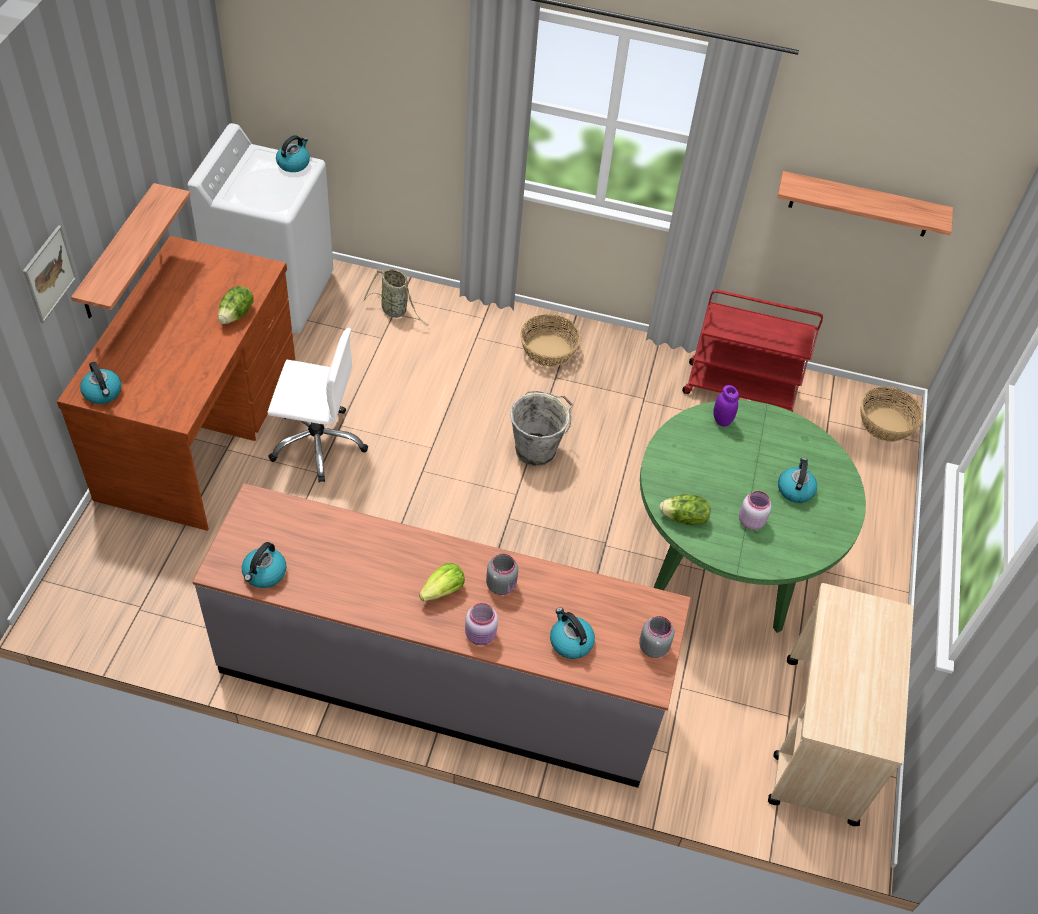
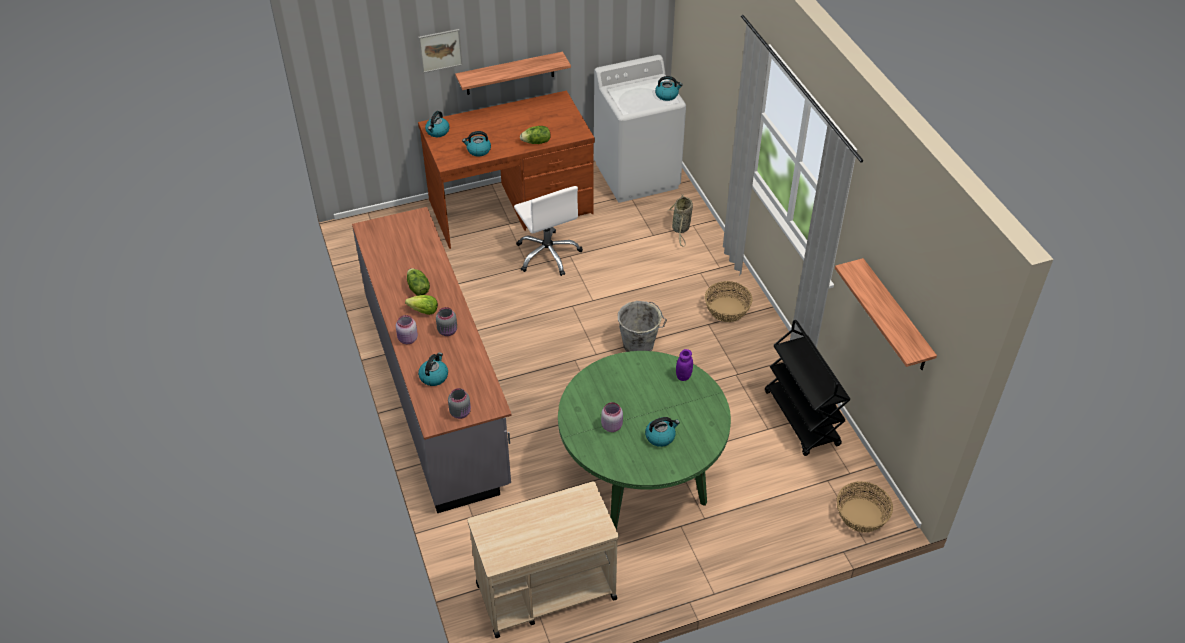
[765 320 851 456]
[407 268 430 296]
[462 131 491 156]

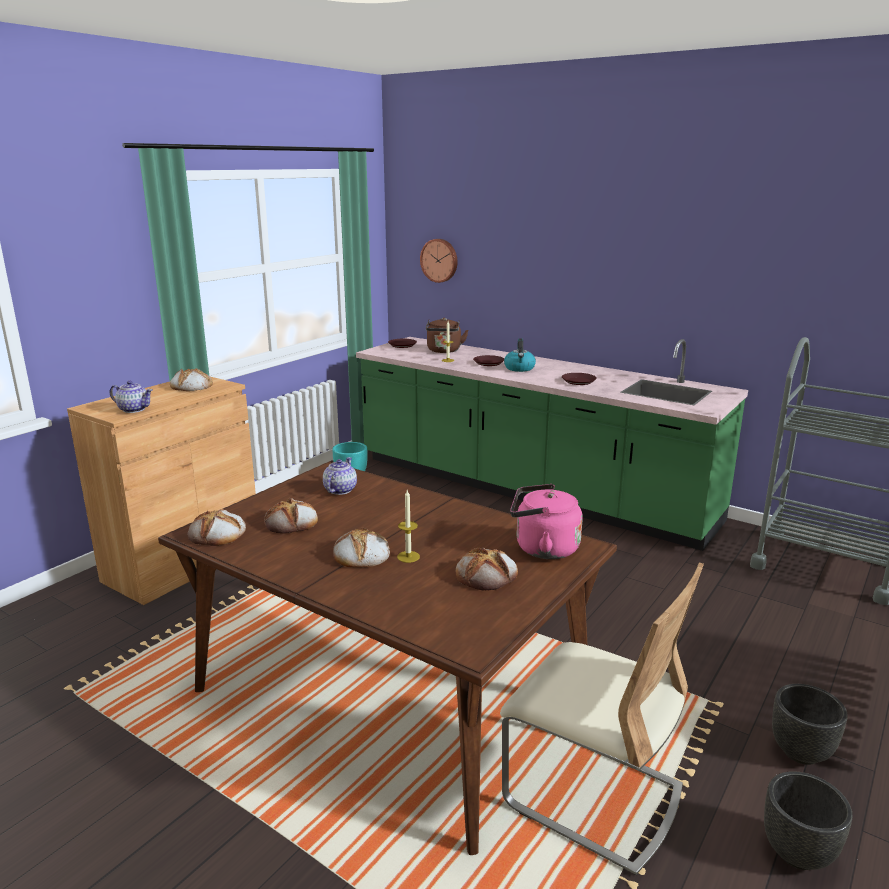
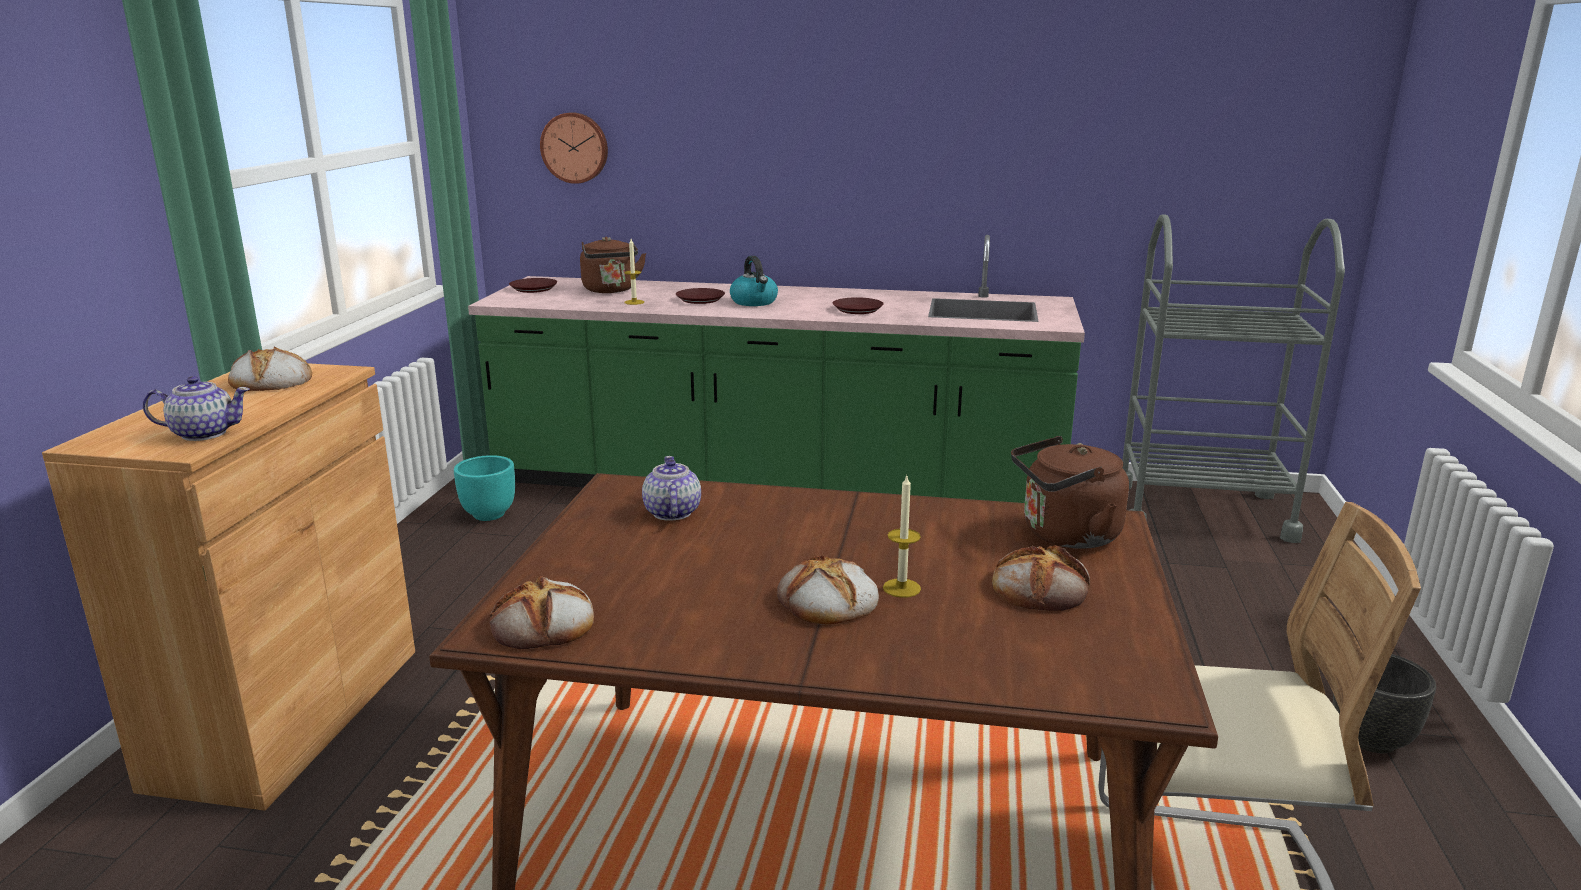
[1011 436 1129 549]
[264 498 318 534] (first image)
[764 771 853 870] (first image)

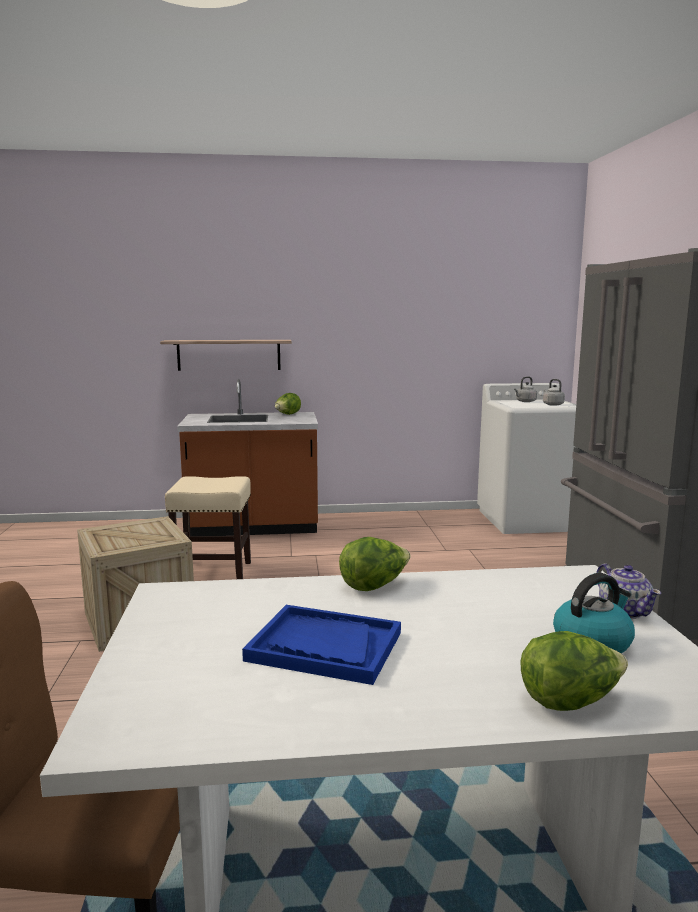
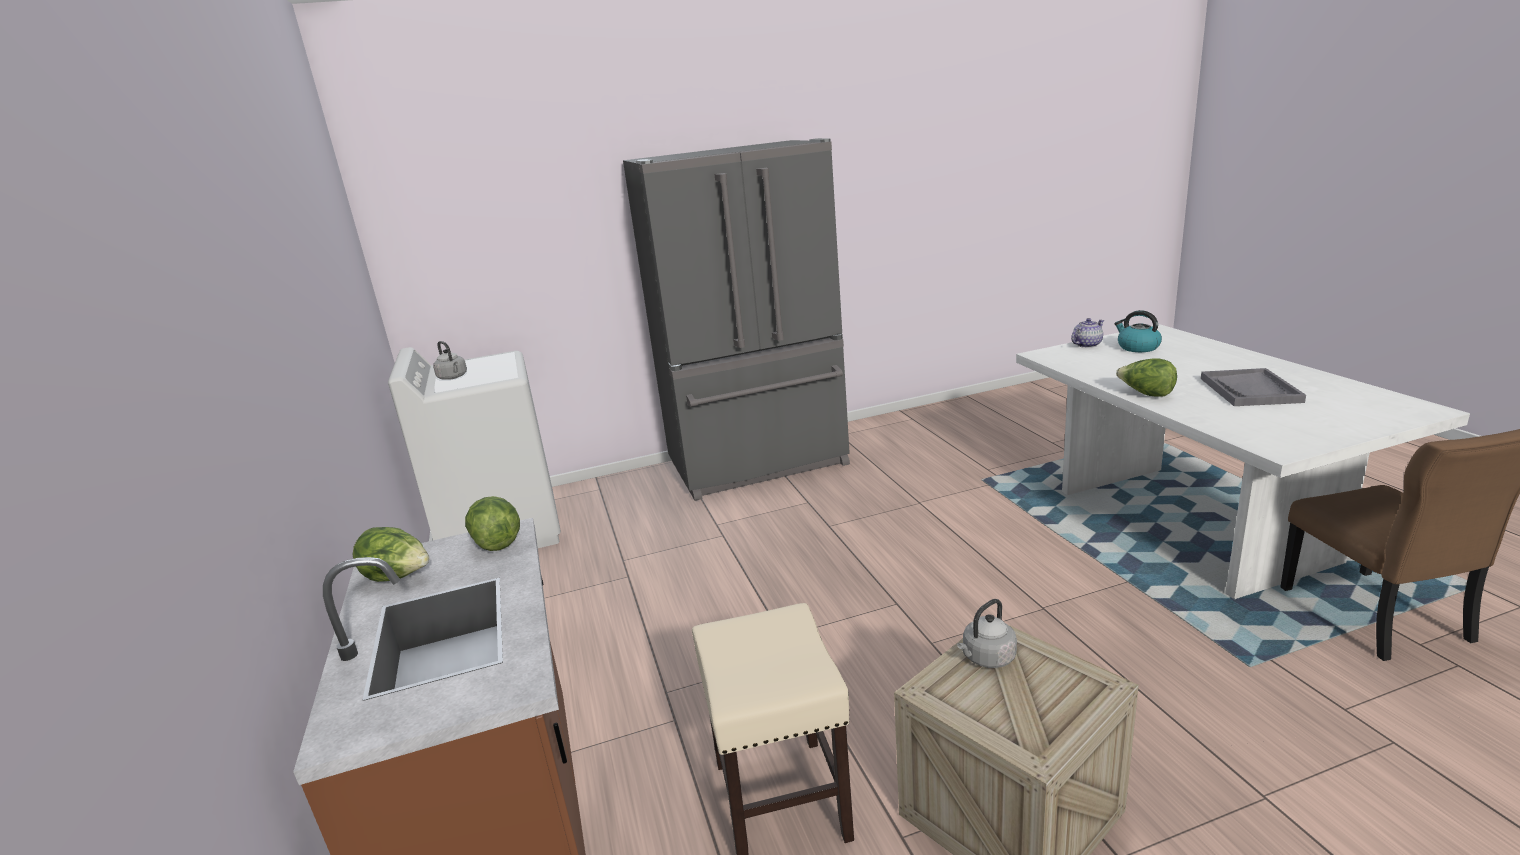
[160 340 292 371] (first image)
[957 599 1017 668]
[1201 368 1306 406]
[465 496 520 551]

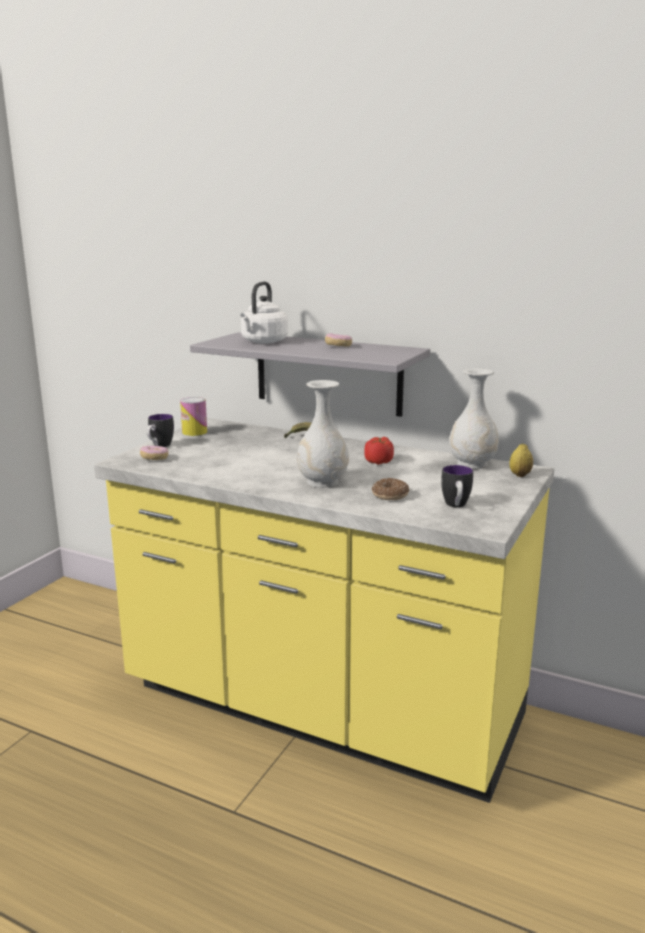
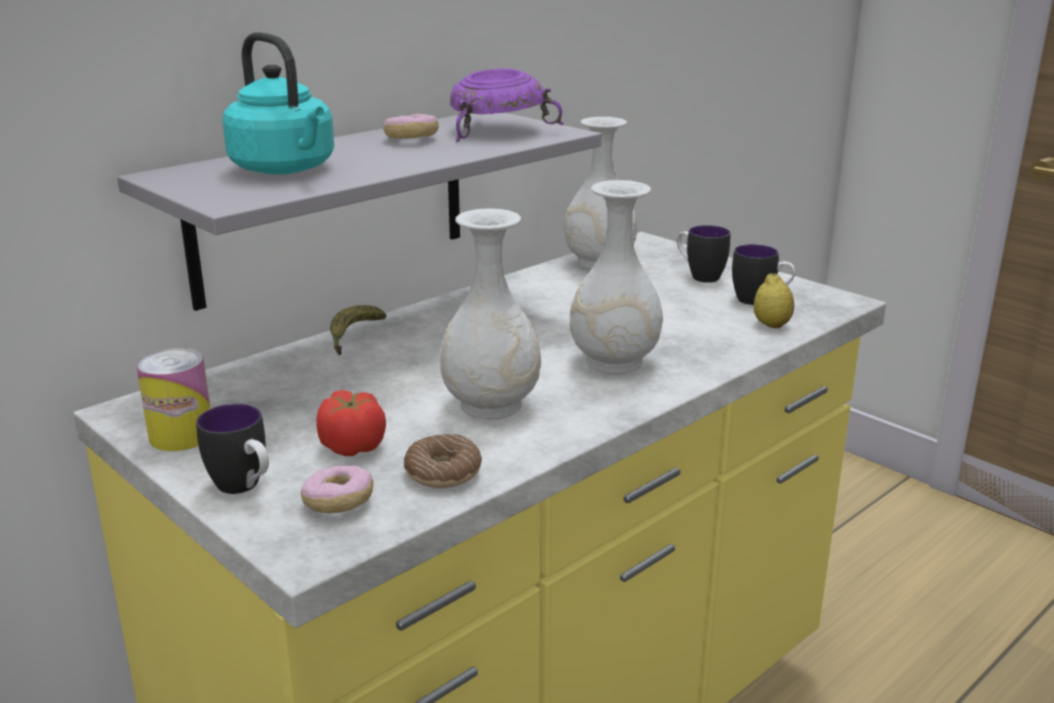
[223 32 334 175]
[316 390 386 456]
[754 273 794 328]
[404 434 482 488]
[450 68 564 142]
[440 208 541 419]
[677 225 730 283]

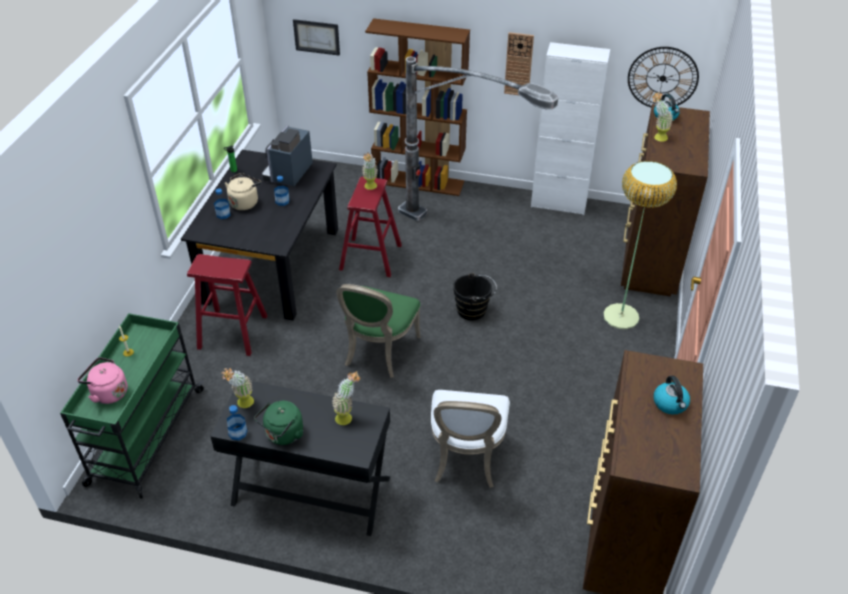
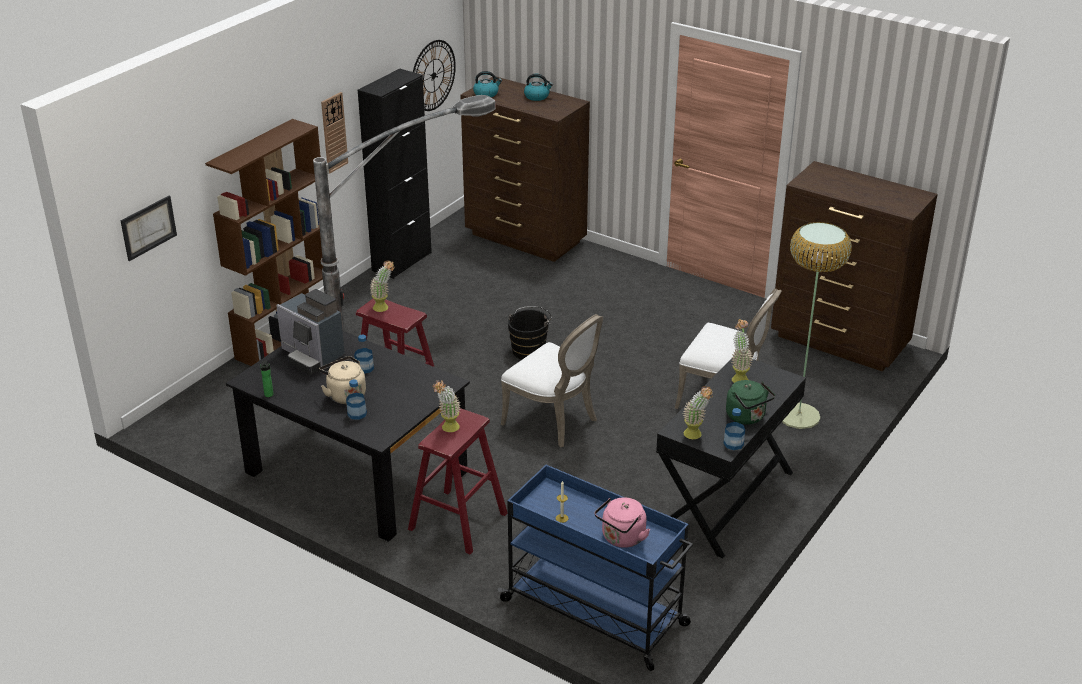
[358 68 432 279]
[432 380 461 432]
[782 222 852 429]
[501 314 603 447]
[498 465 693 671]
[524 74 553 101]

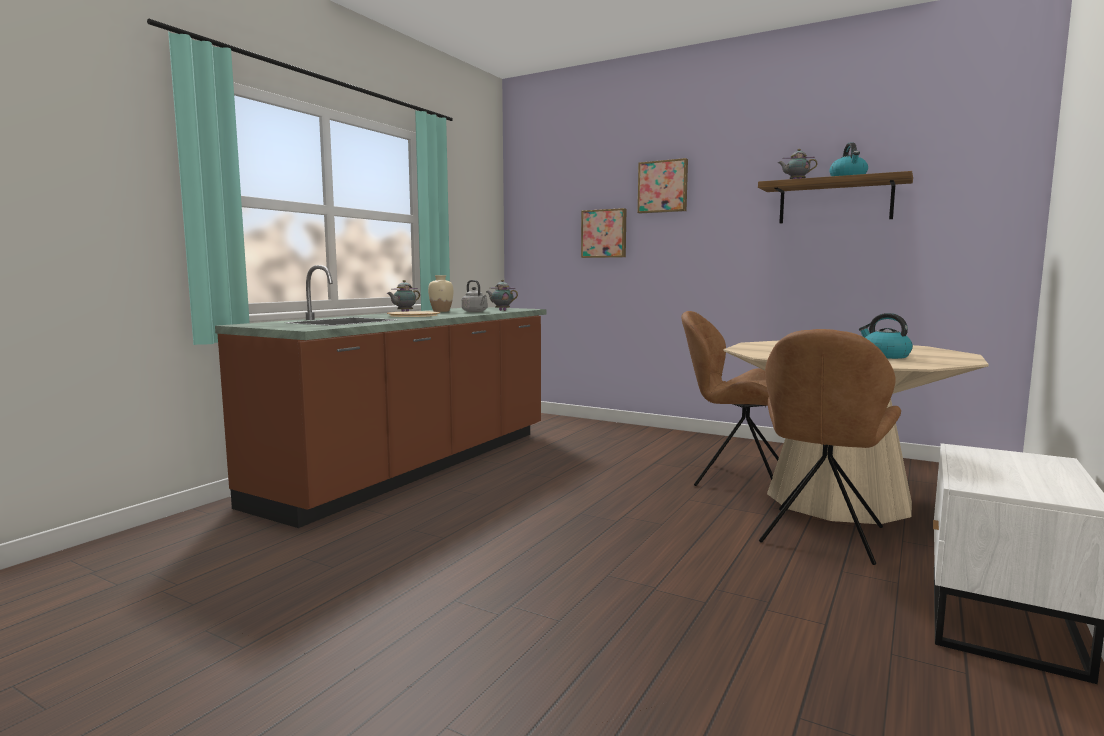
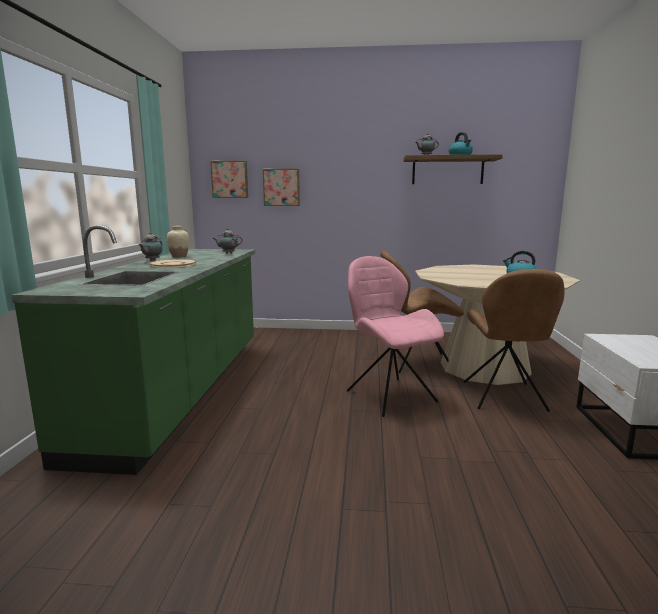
[210 161 248 198]
[11 225 255 475]
[462 280 487 312] (first image)
[347 256 444 417]

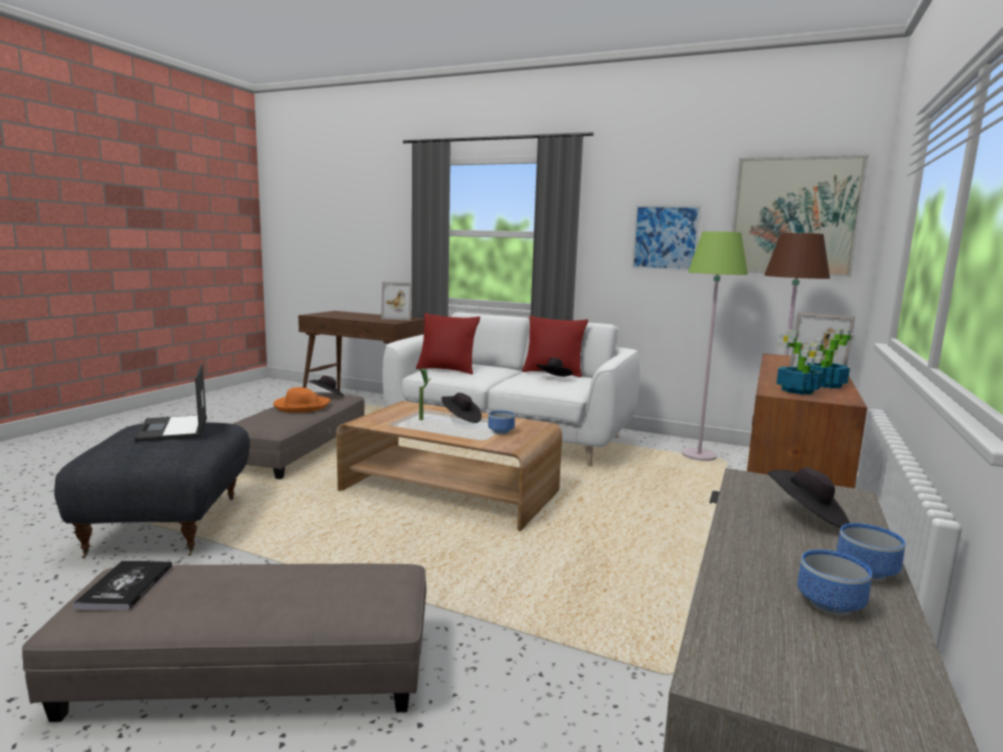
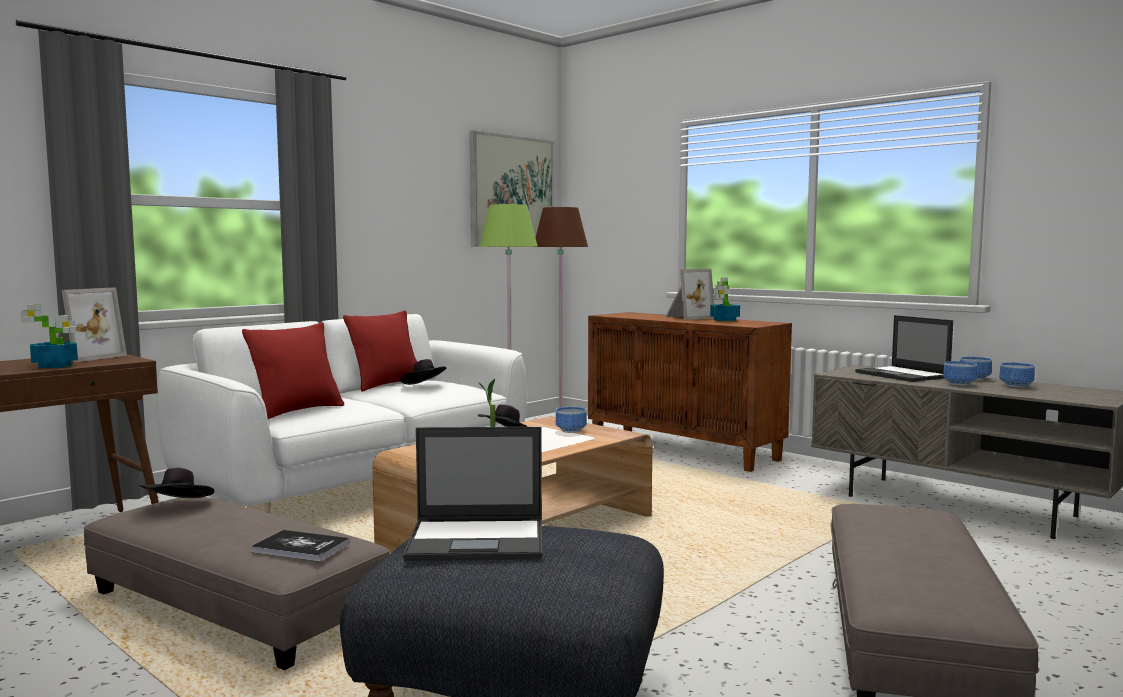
[631 205 701 271] (first image)
[21 304 78 369]
[273 387 330 413] (first image)
[855 315 953 382]
[250 530 350 562]
[943 361 977 386]

